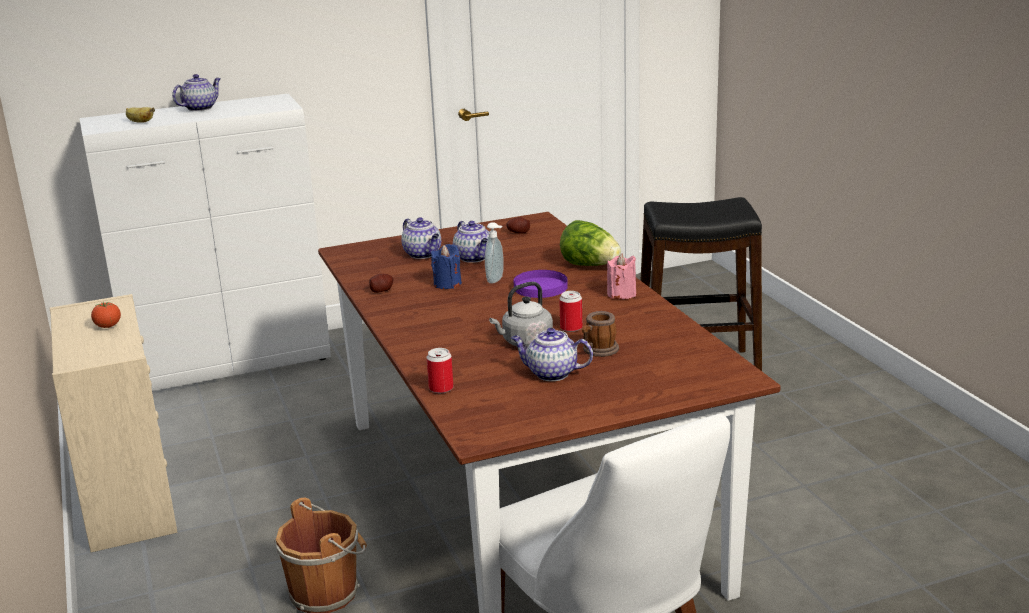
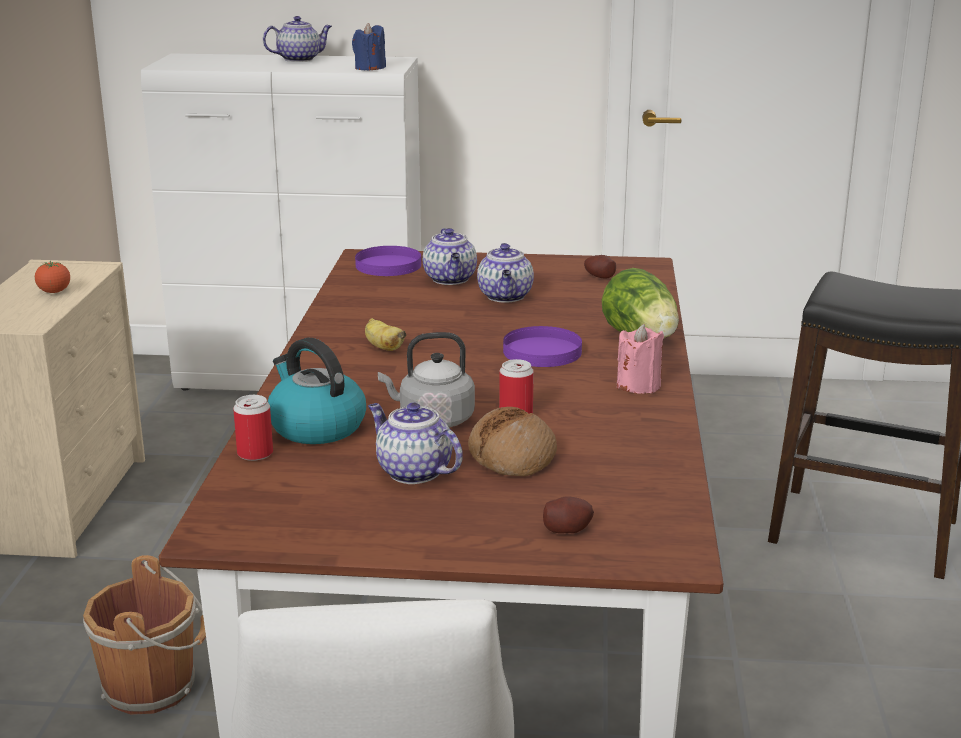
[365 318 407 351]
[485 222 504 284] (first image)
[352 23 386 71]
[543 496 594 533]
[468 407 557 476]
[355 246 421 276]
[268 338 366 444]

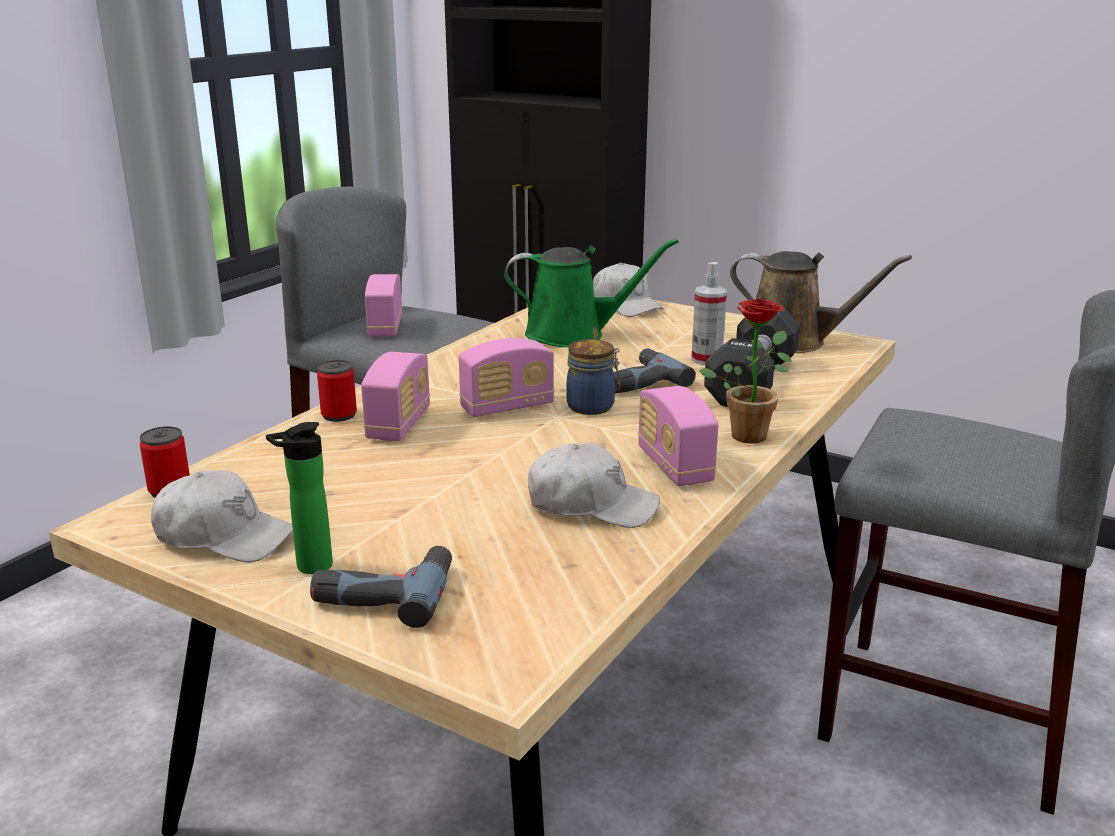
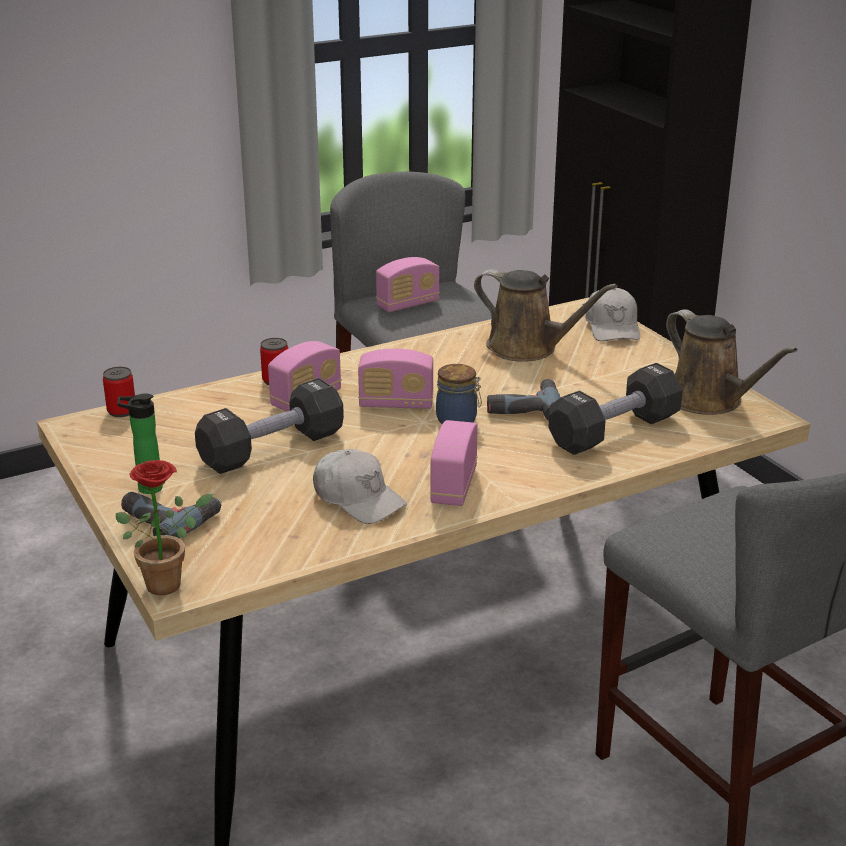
[474 269 618 362]
[691 262 727 365] (first image)
[376 257 440 312]
[116 460 213 595]
[151 470 293 562] (first image)
[195 378 344 474]

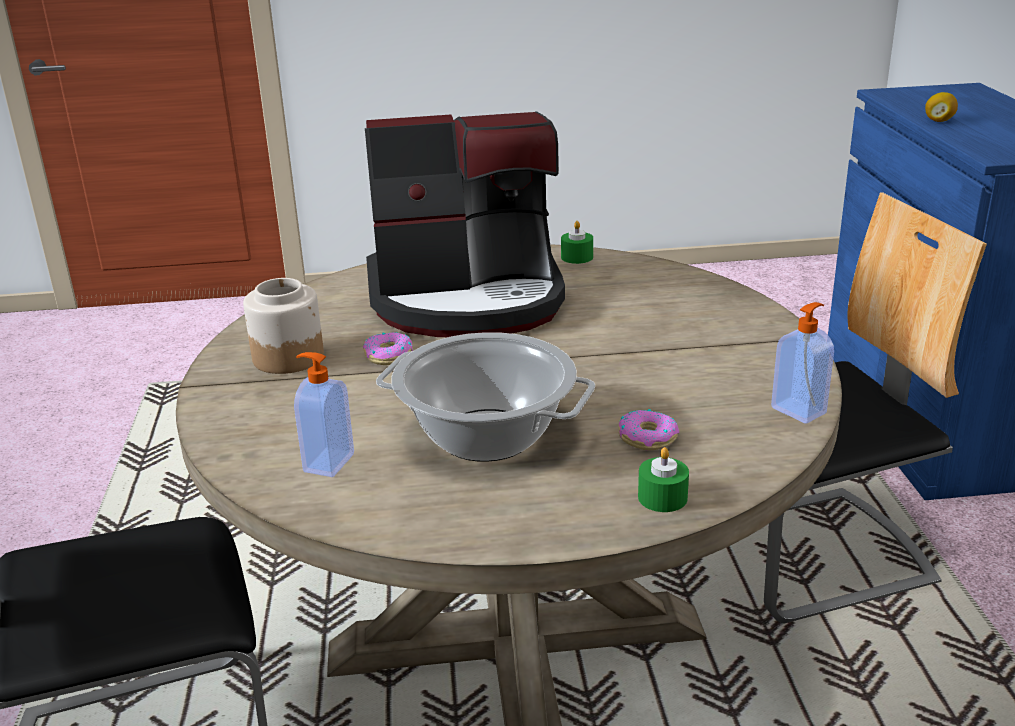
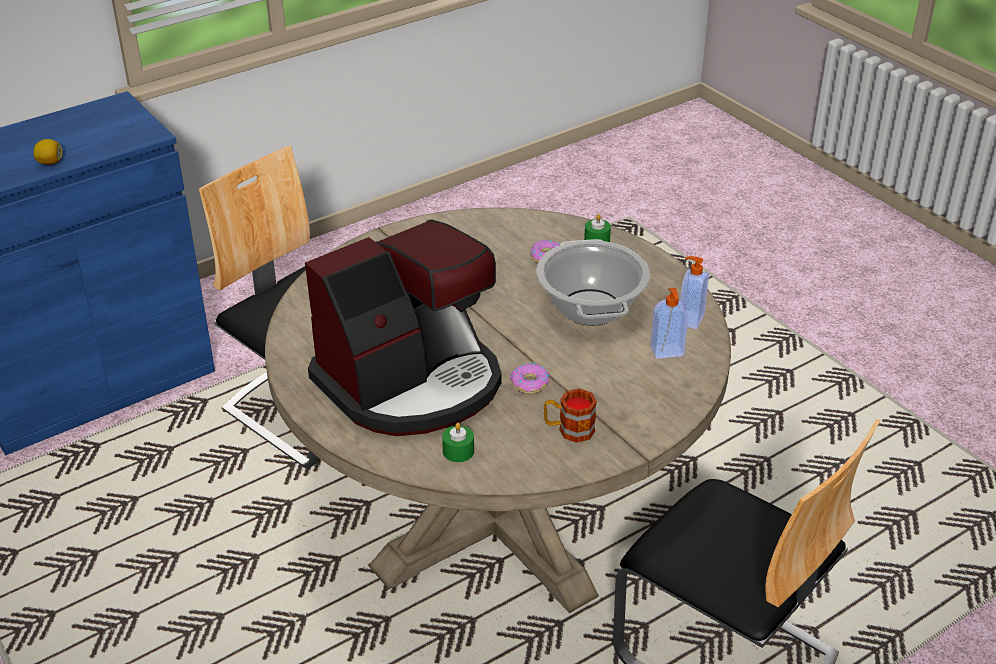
[305 219 501 436]
[442 423 474 462]
[544 389 597 443]
[680 256 709 329]

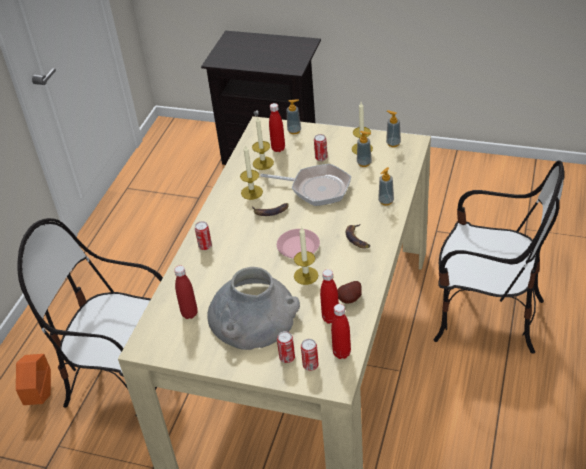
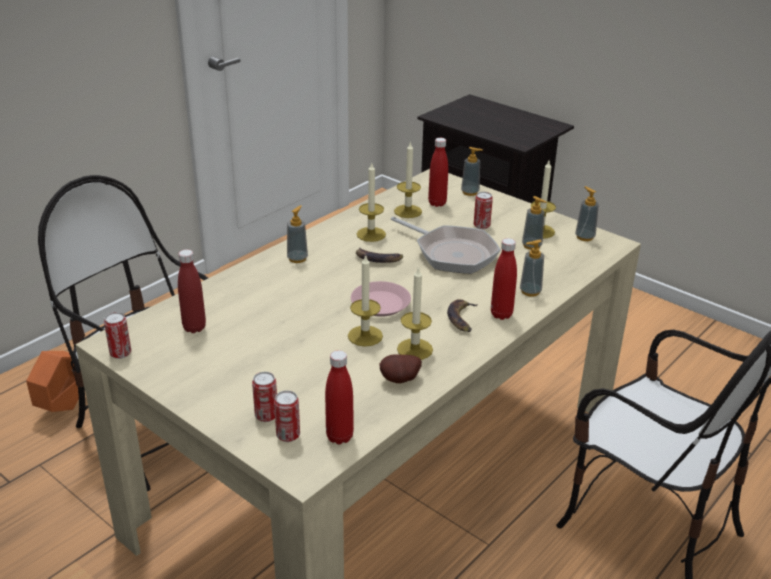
[104 312 131 359]
[207 267 300 350] (first image)
[491 238 517 320]
[287 205 308 263]
[397 267 433 360]

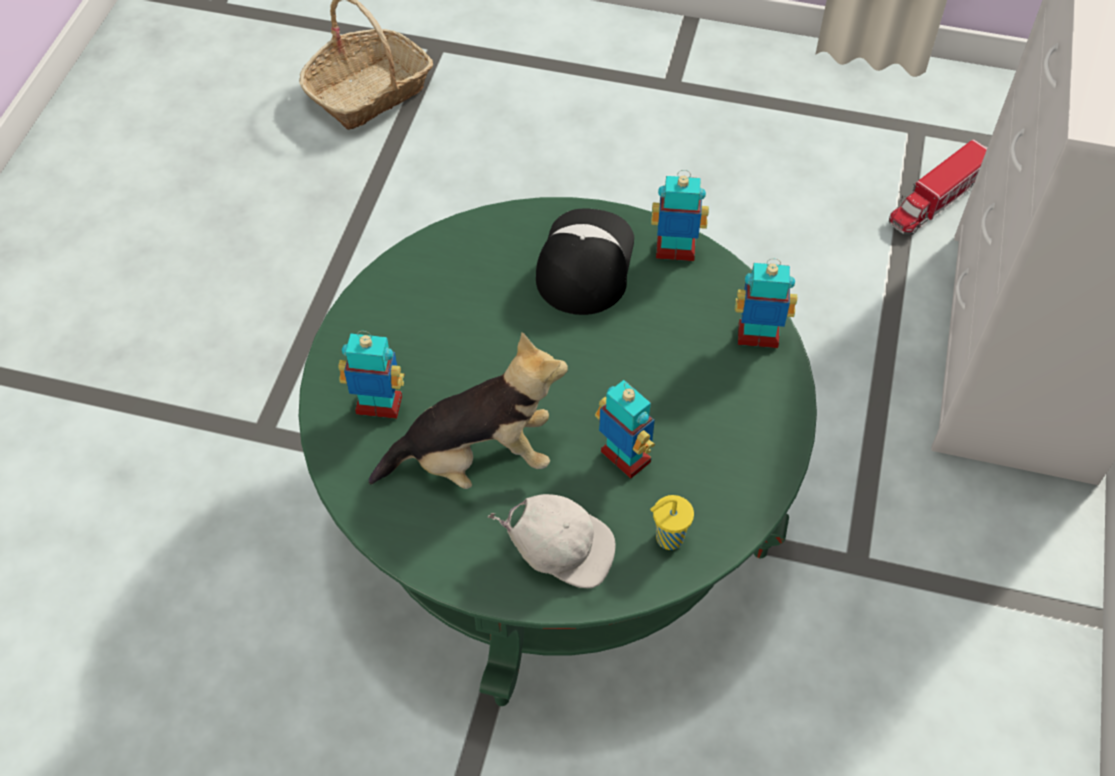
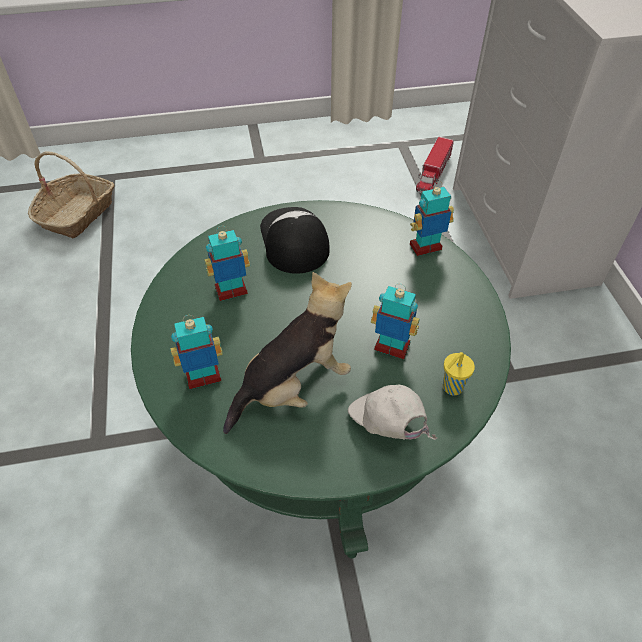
[205 226 250 301]
[348 385 438 440]

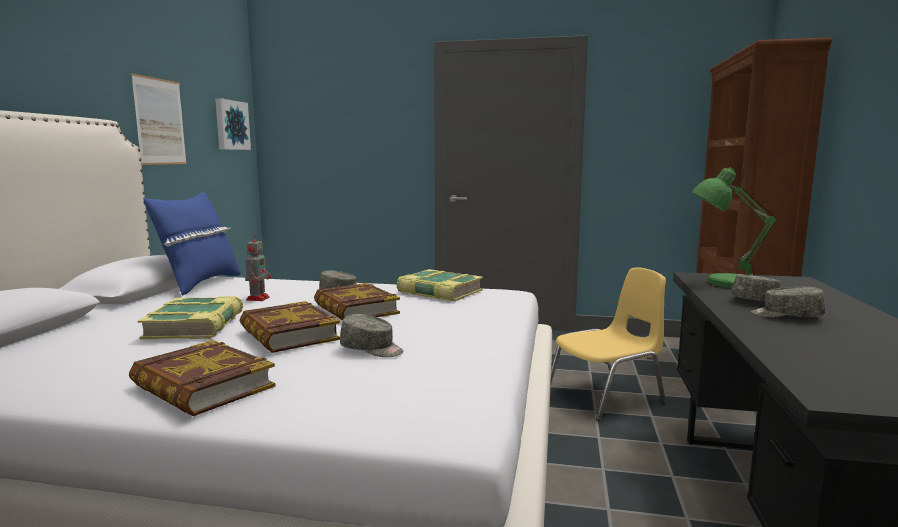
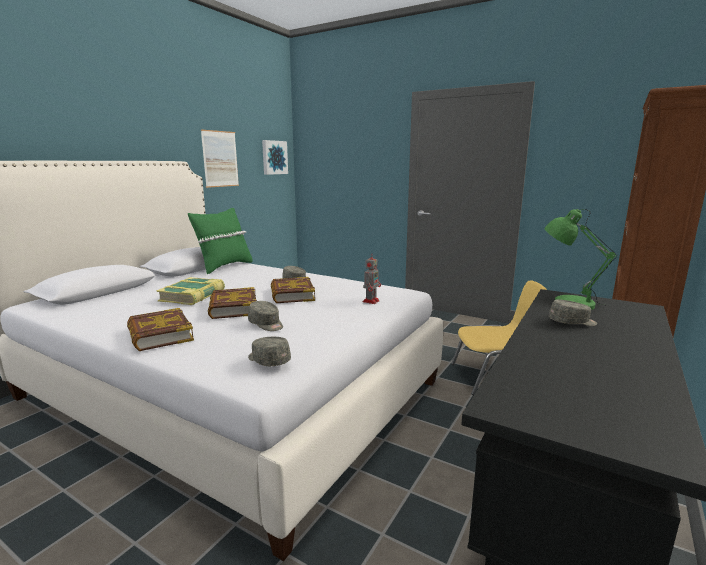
[188 208 253 274]
[363 253 381 304]
[397 269 483 302] (first image)
[248 337 291 366]

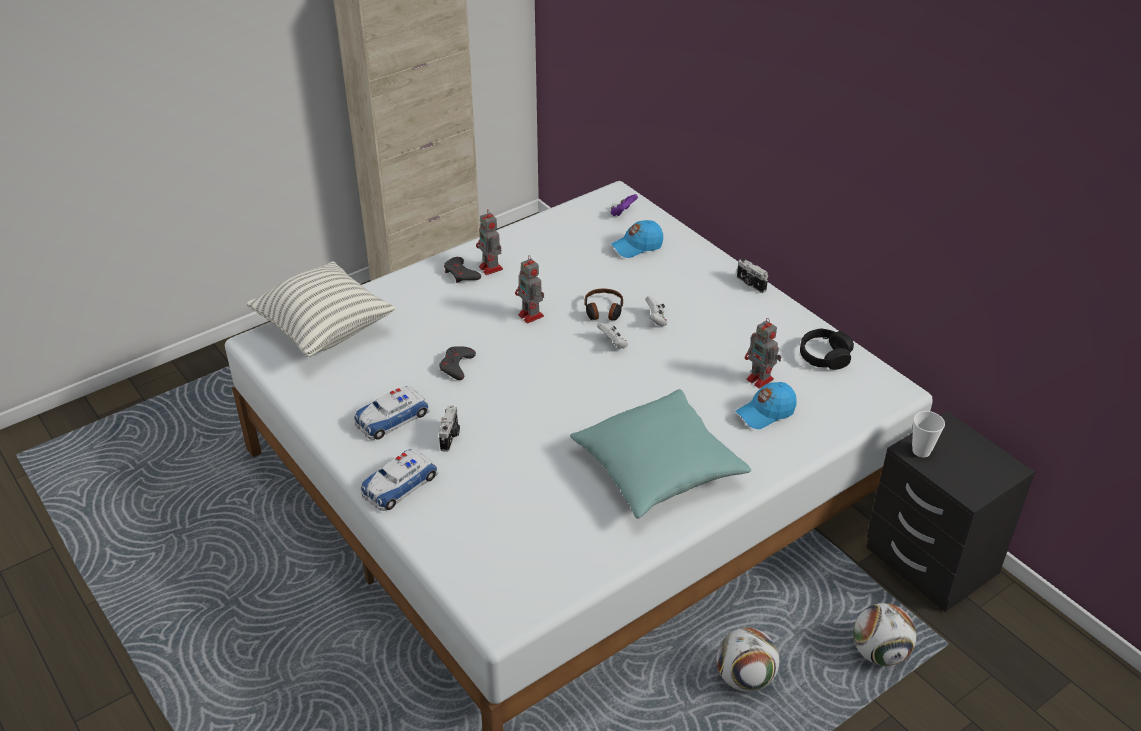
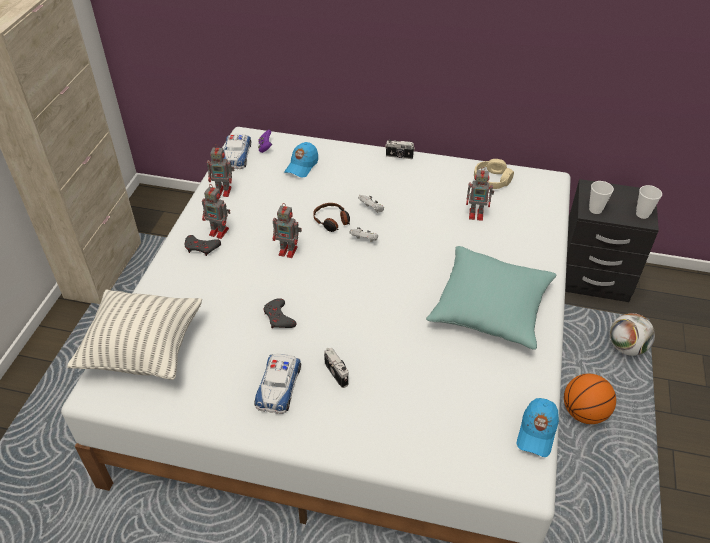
[474 159 514 189]
[517 398 559 457]
[224 134 252 169]
[564 374 616 424]
[207 144 235 197]
[636 185 662 219]

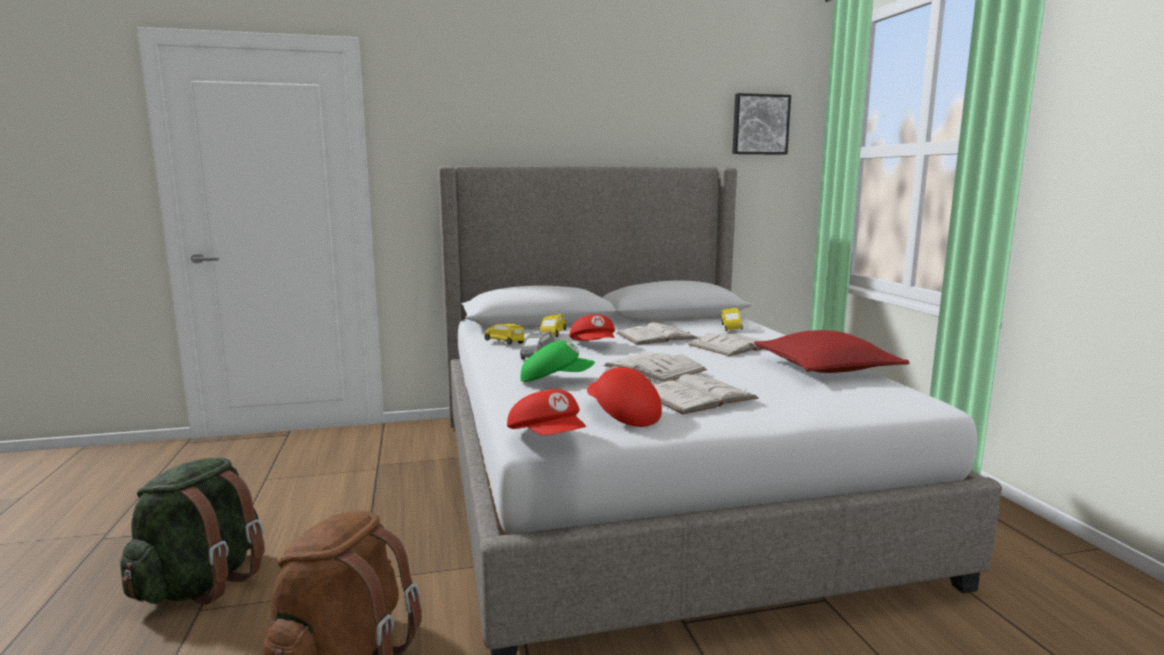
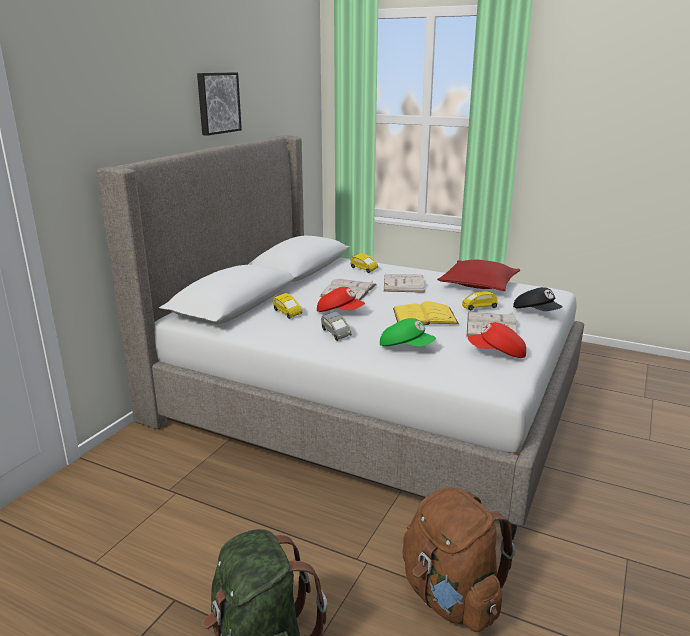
[197 73 242 136]
[462 291 498 310]
[380 318 436 347]
[393 301 459 325]
[507 389 586 435] (first image)
[513 287 563 311]

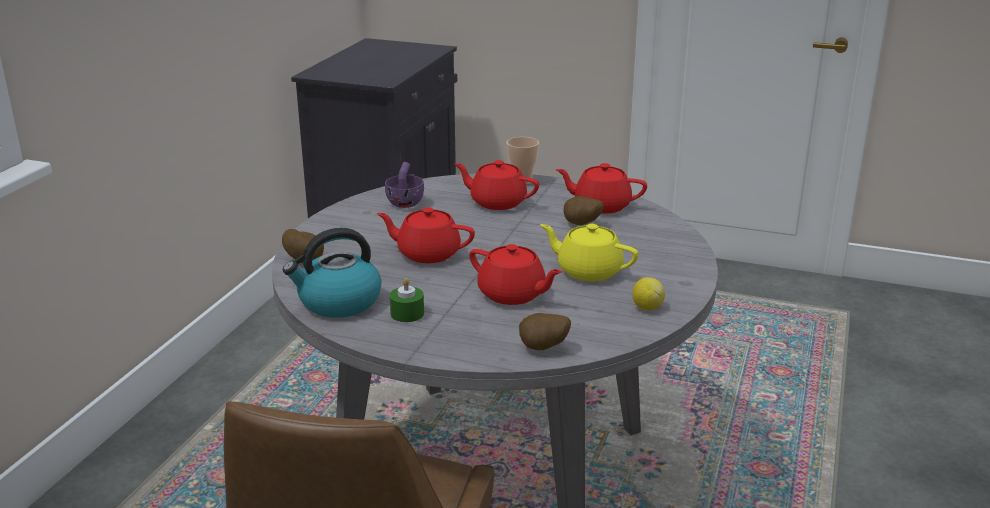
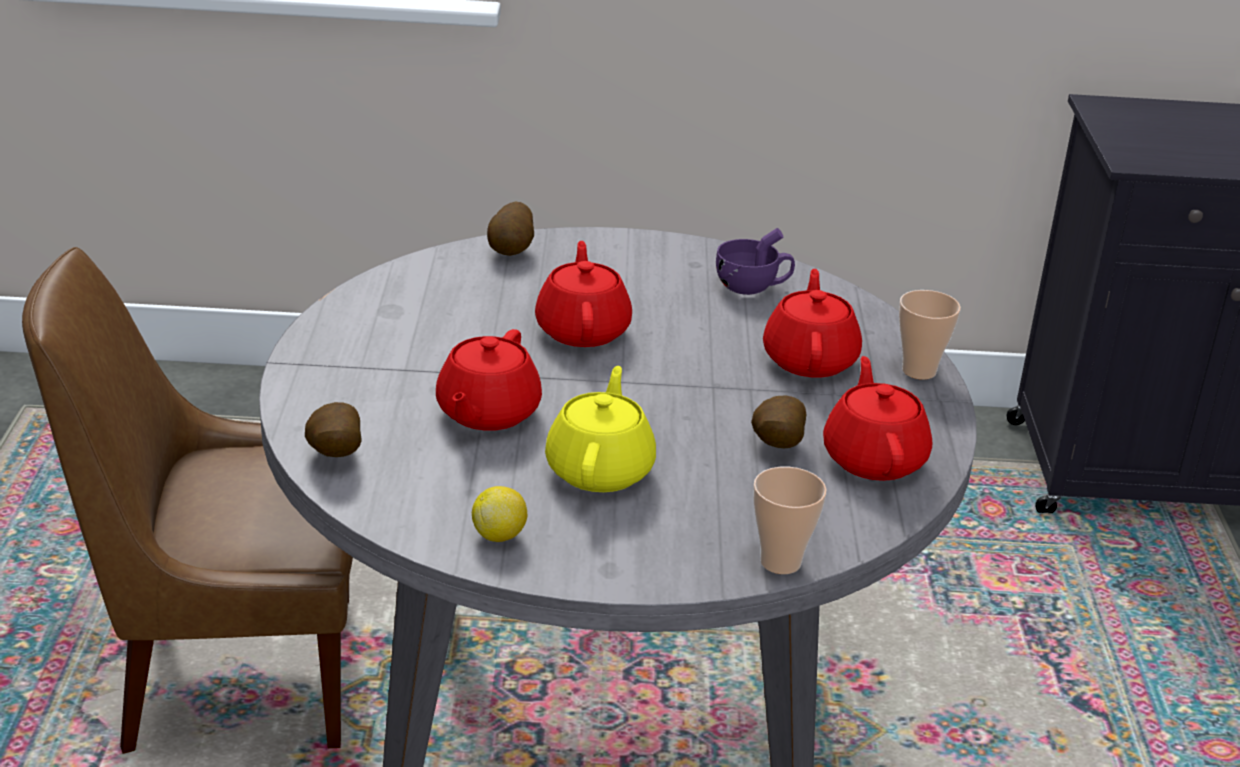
[283 228 381 318] (first image)
[390 278 424 322] (first image)
[753 467 827 574]

